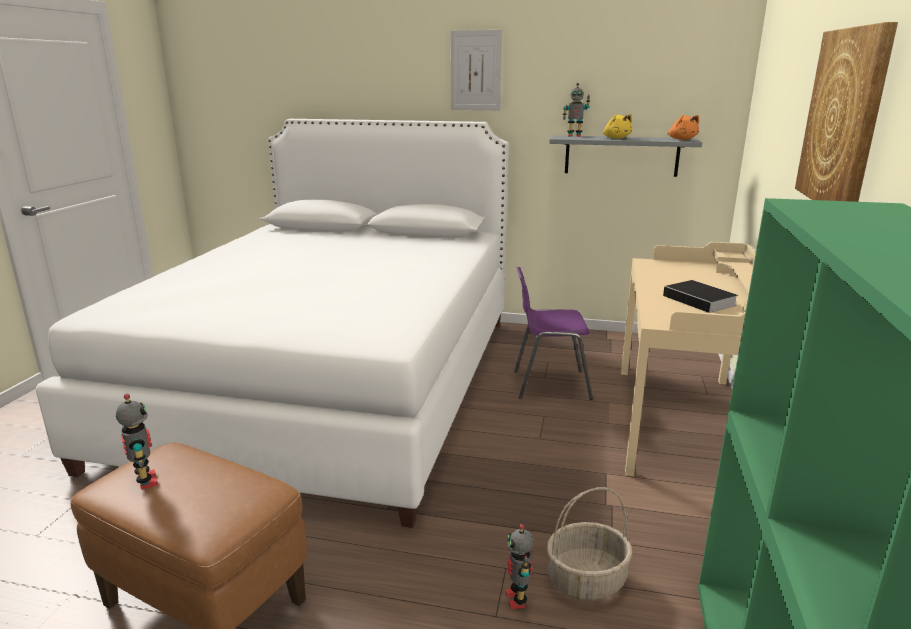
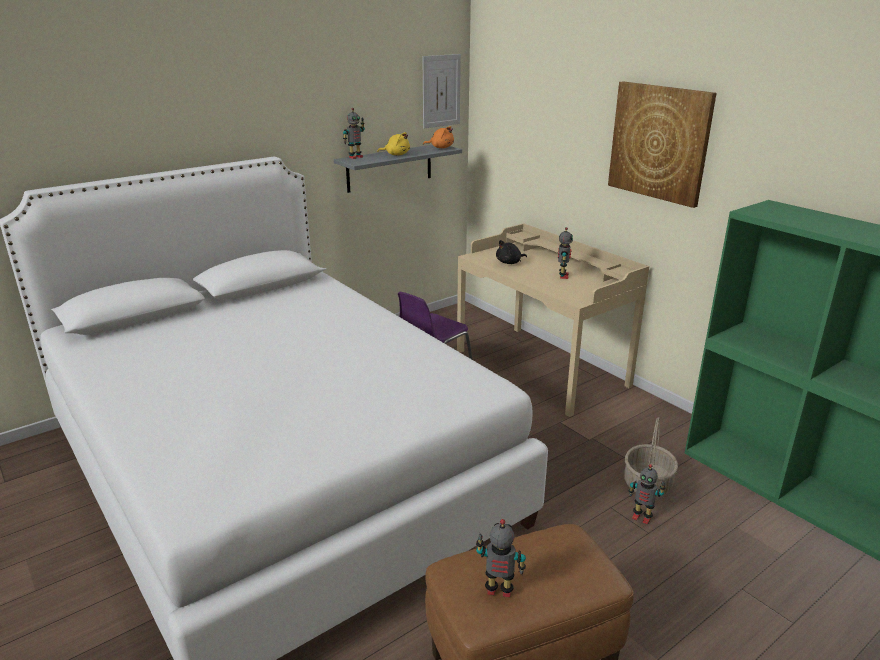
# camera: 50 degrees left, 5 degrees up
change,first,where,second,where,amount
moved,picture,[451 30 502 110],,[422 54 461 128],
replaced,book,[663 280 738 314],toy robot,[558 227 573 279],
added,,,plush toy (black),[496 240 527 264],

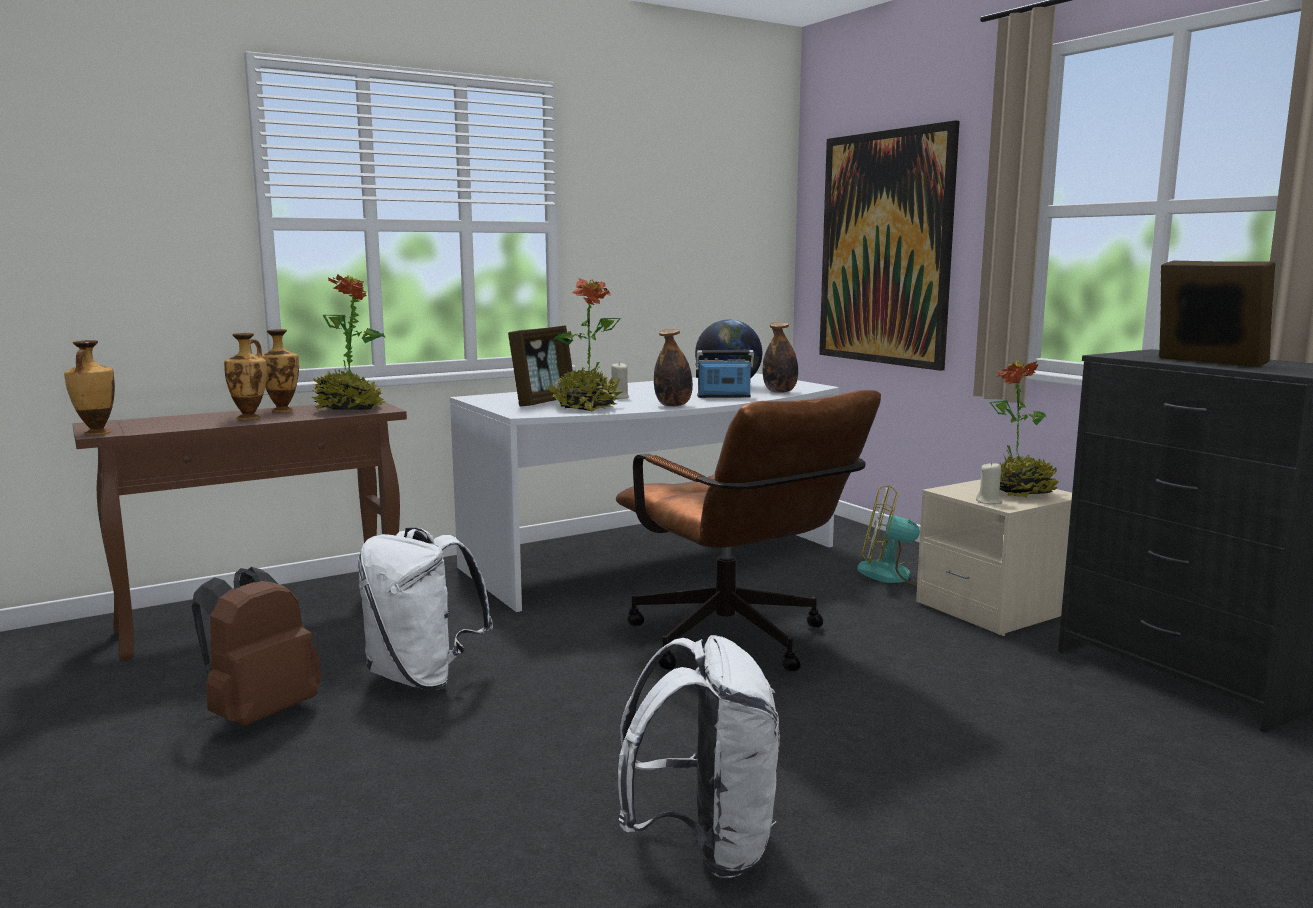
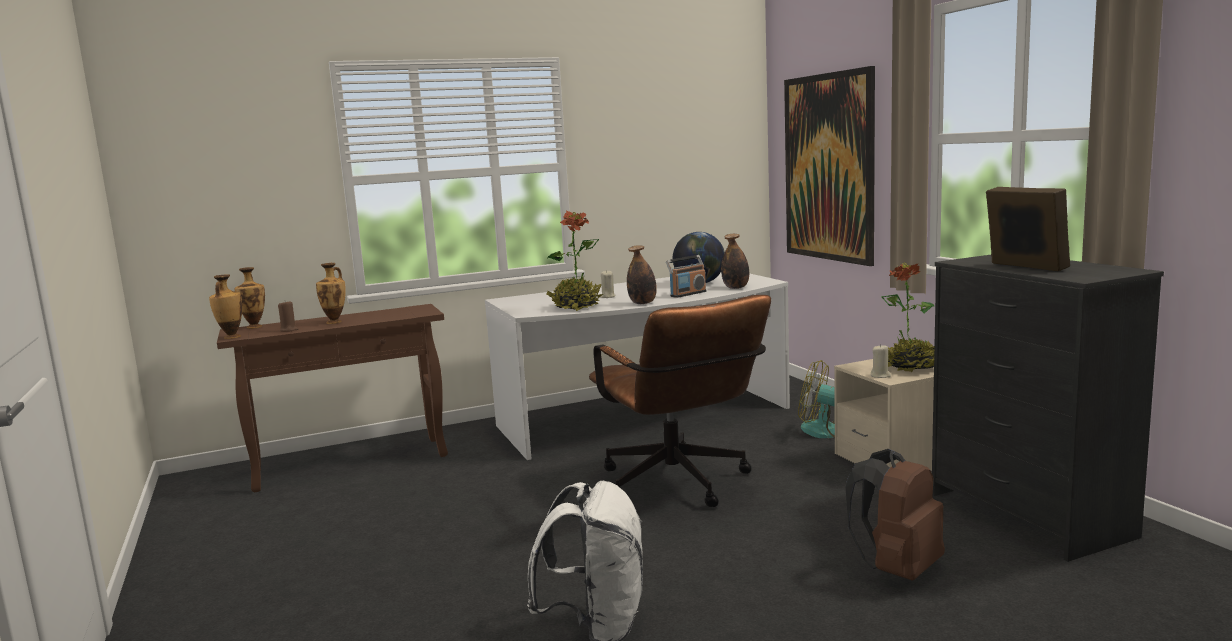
# camera: 10 degrees right, 0 degrees up
change,first,where,second,where,amount
moved,backpack (brown),[192 567 322 726],,[846 449 945 581],
moved,vase,[262 329 299 412],,[235 267 265 329],
removed,potted plant,[311 275 385 410],,,
removed,backpack (white),[358 527 493 690],,,
removed,picture frame,[508 325 572 406],,,
turned,radio,[696 350 754 398],,[666 255 707 298],135 degrees clockwise
added,,,candle (brown),[278 302 298 332],

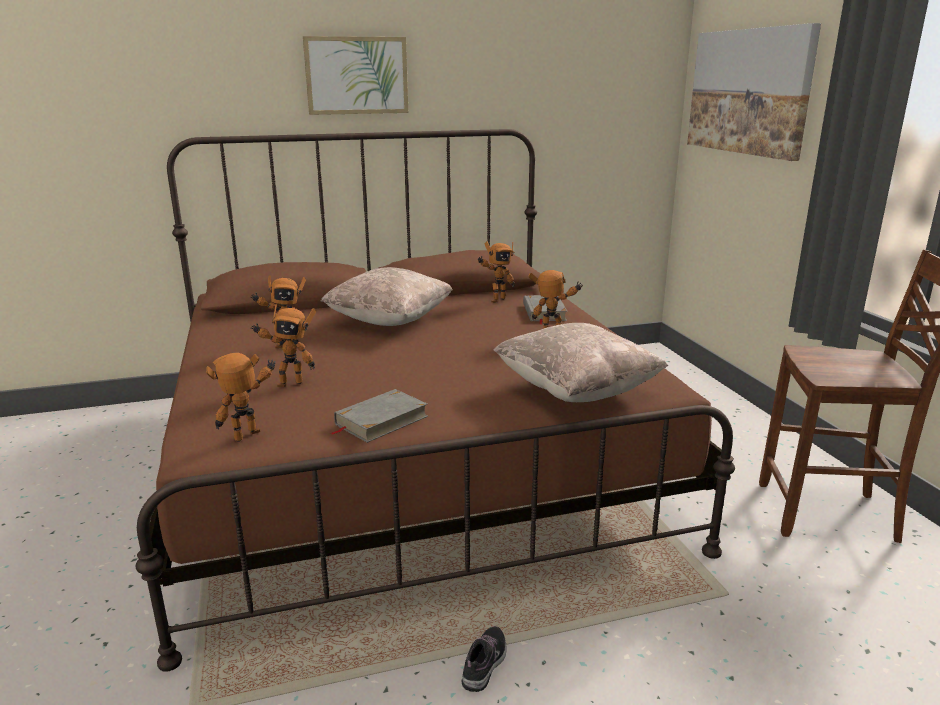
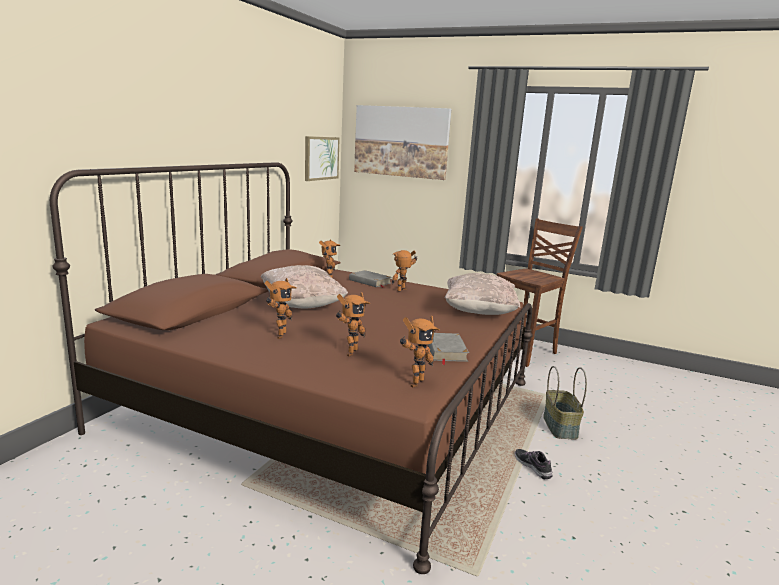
# camera: 50 degrees left, 5 degrees down
change,first,where,second,where,amount
turned,toy robot,[206 353 276 442],,[400 316 440 388],135 degrees counterclockwise
moved,picture,[303 36 408 115],,[305 136 340 181],
added,,,basket,[543 366 587 439],

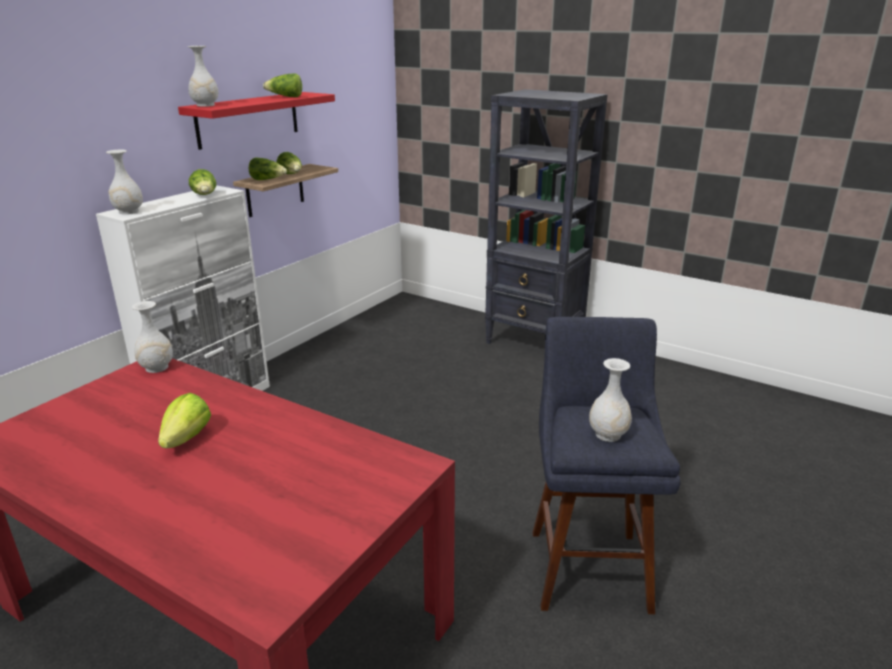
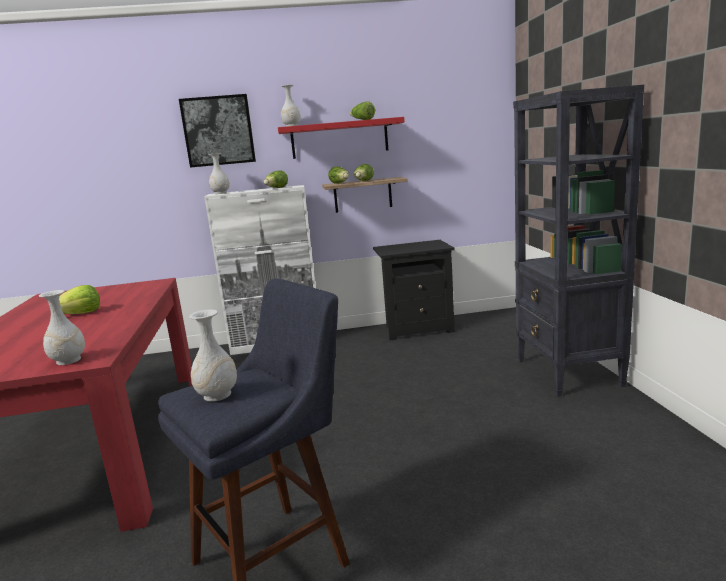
# camera: 50 degrees right, 10 degrees down
change,first,where,second,where,amount
moved,vase (white),[132 301 173 373],,[39 290 85 365],
added,,,picture,[179 94 256 167],
added,,,nightstand (black),[373 240 455 341],

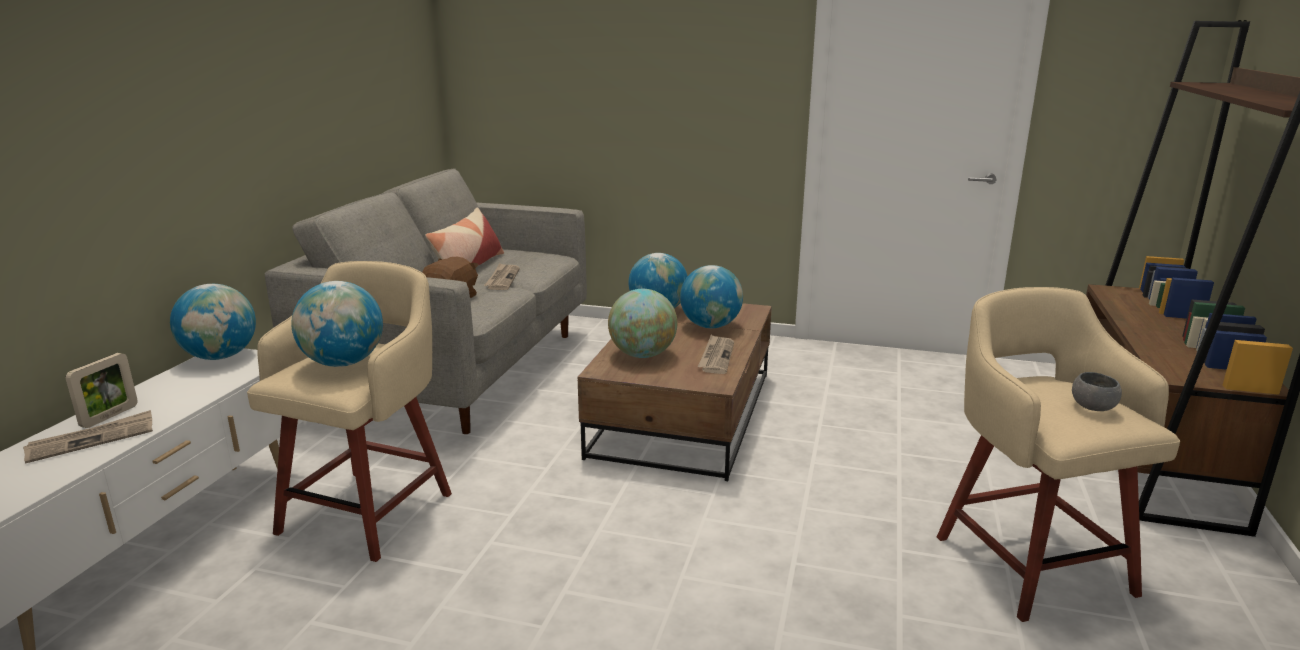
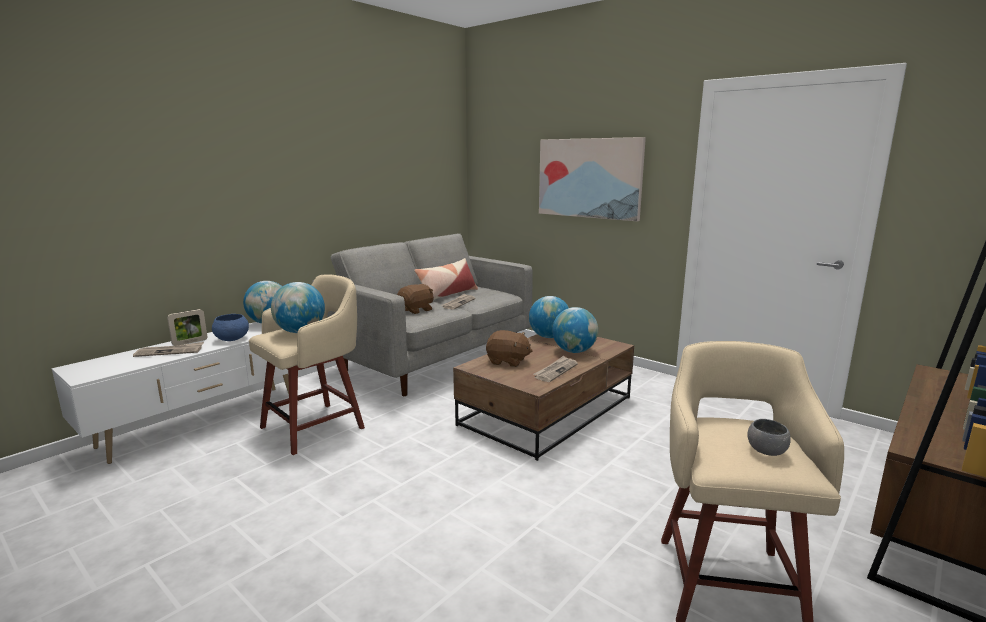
# camera: 25 degrees right, 5 degrees down
change,first,where,second,where,amount
replaced,globe,[608 289 677 358],plush toy (brown),[486 330 533 367],
added,,,bowl (blue),[212 314 249 341],
added,,,picture,[539 137 646 221],

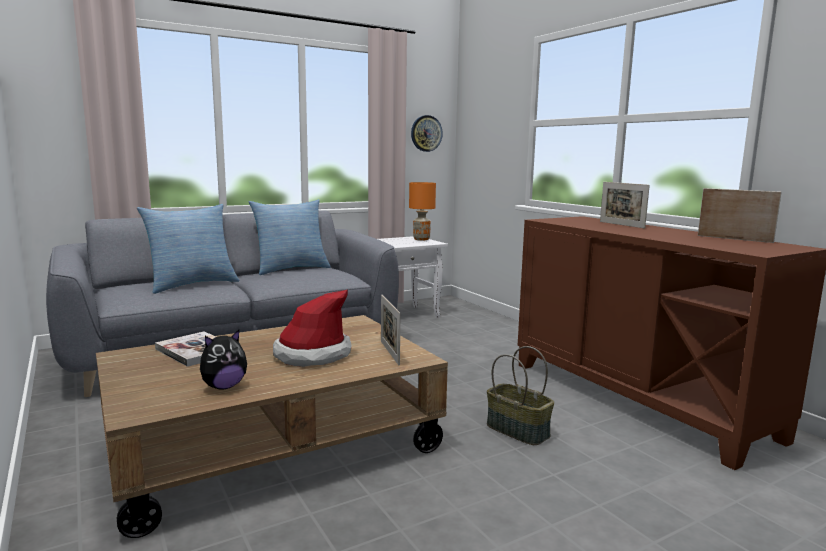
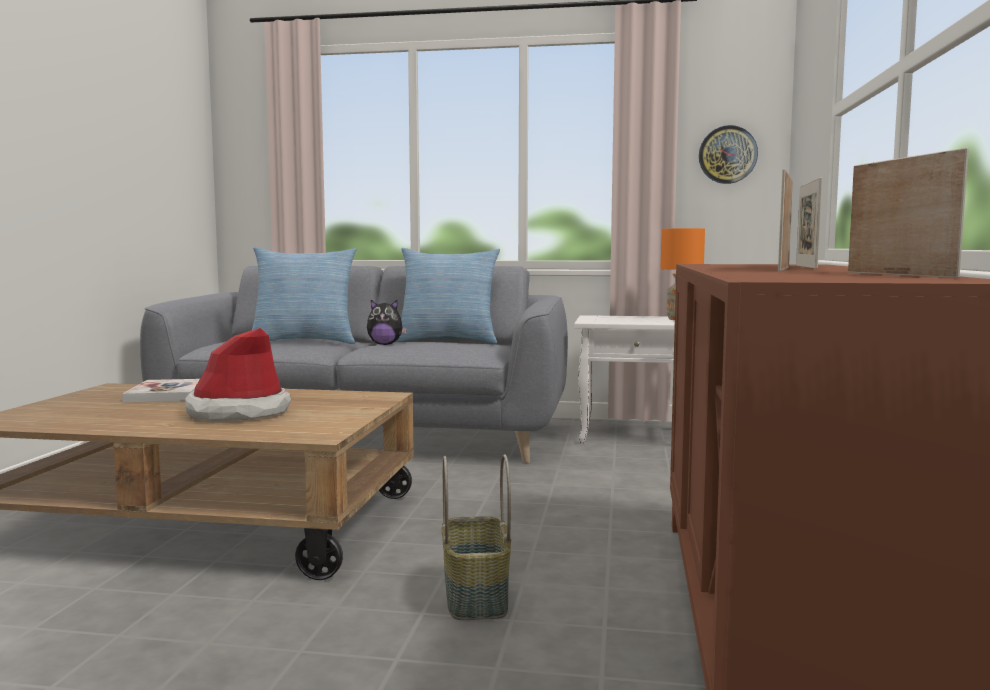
# camera: 40 degrees right, 5 degrees down
change,first,where,second,where,amount
moved,plush toy,[200 330 247 390],,[367 300 407 345],
moved,picture frame,[381 295 400 366],,[778 169 793 271],

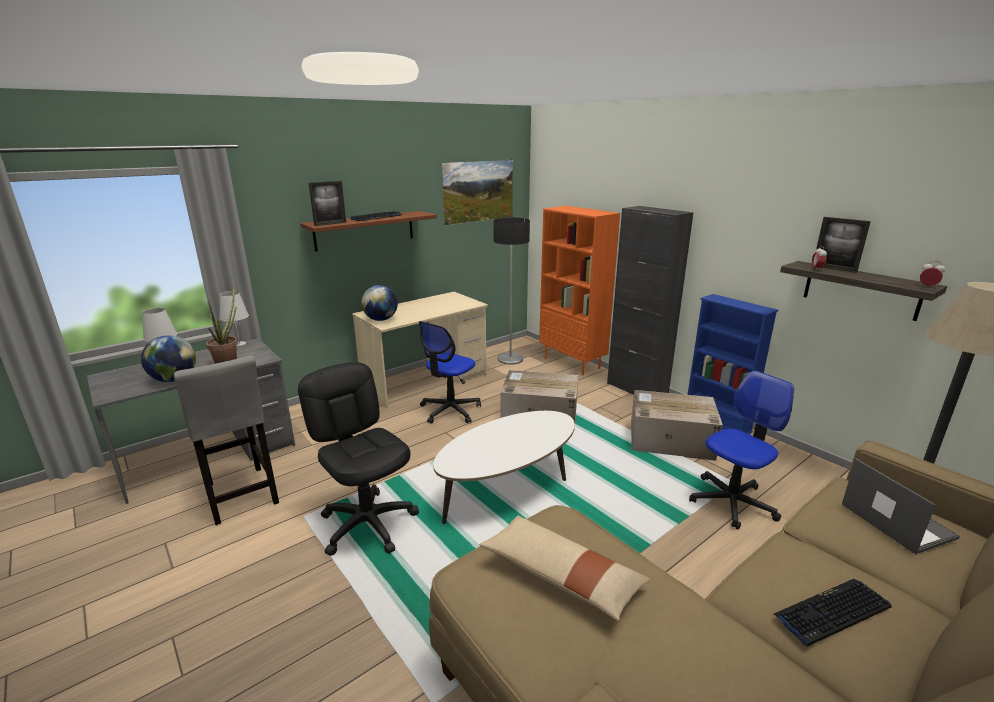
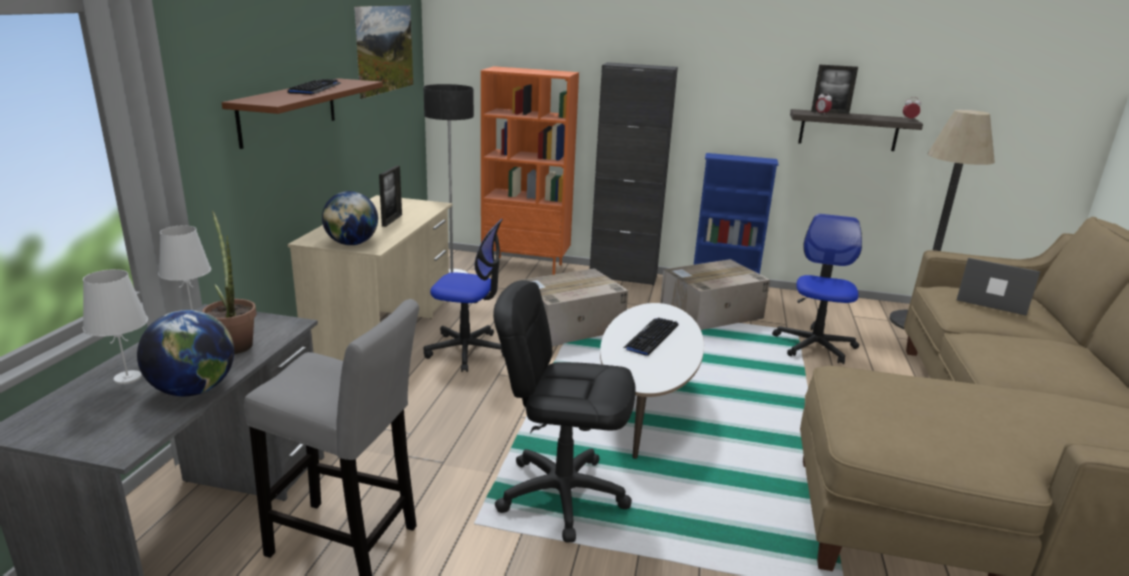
# camera: 40 degrees left, 0 degrees up
change,first,where,second,where,amount
moved,picture frame,[309 181 346 226],,[379 165 402 227],
turned,office chair,[419 321 481 424],,[423 219 504 372],75 degrees counterclockwise
removed,pillow (beige),[479 516 650 621],,,
moved,keyboard,[774 579 892 647],,[623 318 678 356],

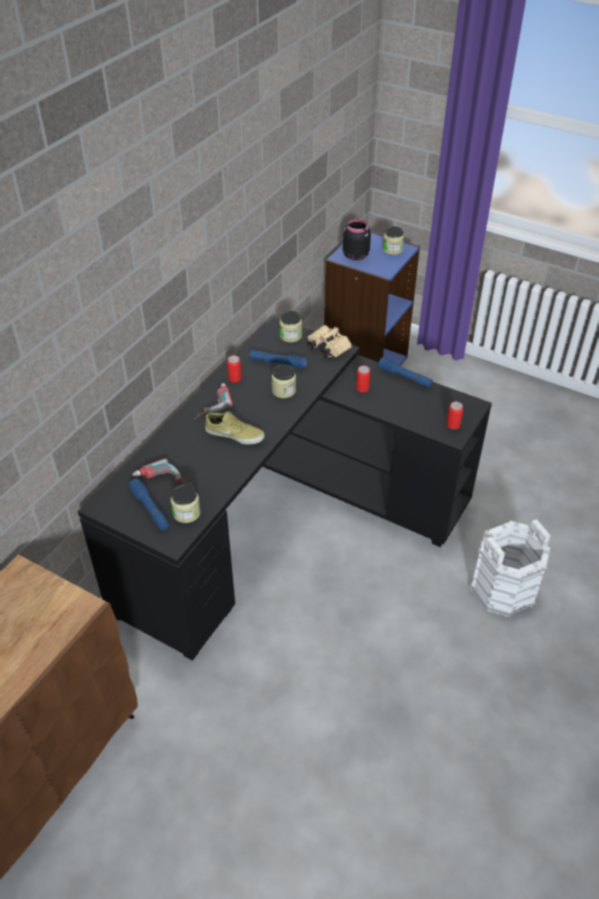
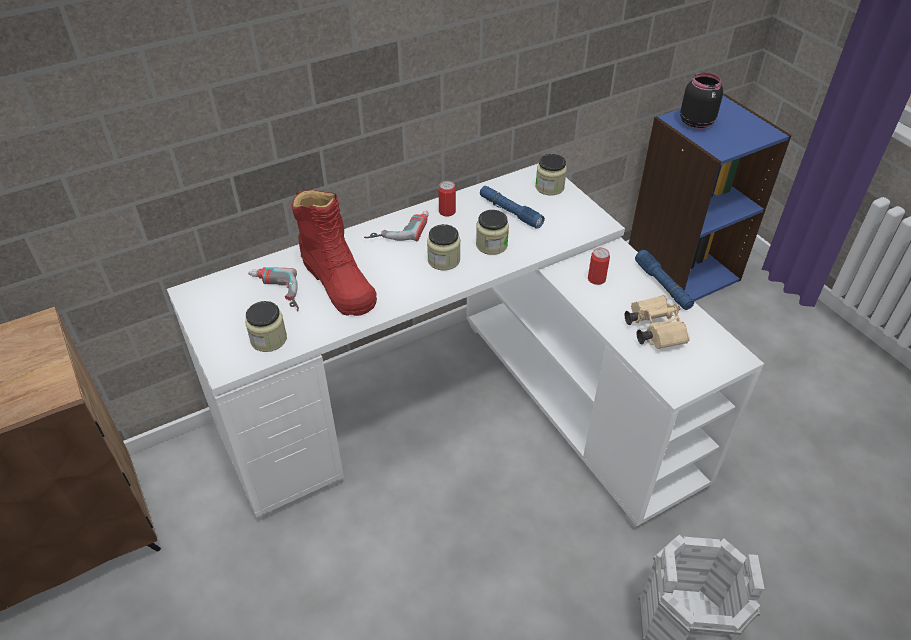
# camera: 30 degrees right, 0 degrees up
change,first,where,second,where,amount
recoloured,desk (black),[78 317 492 661],desk (white),[167 163 764 527],
removed,flashlight (blue),[129 478 169 530],,,
removed,shoe (beige),[205 411 265 445],,,
moved,binoculars (beige),[307 325 352 358],,[625 295 690 349],
moved,jar,[383 226 404 255],,[427 224 460 271],
removed,can,[446 402 463 429],,,
added,,,boot (red),[292 190 377 316],

